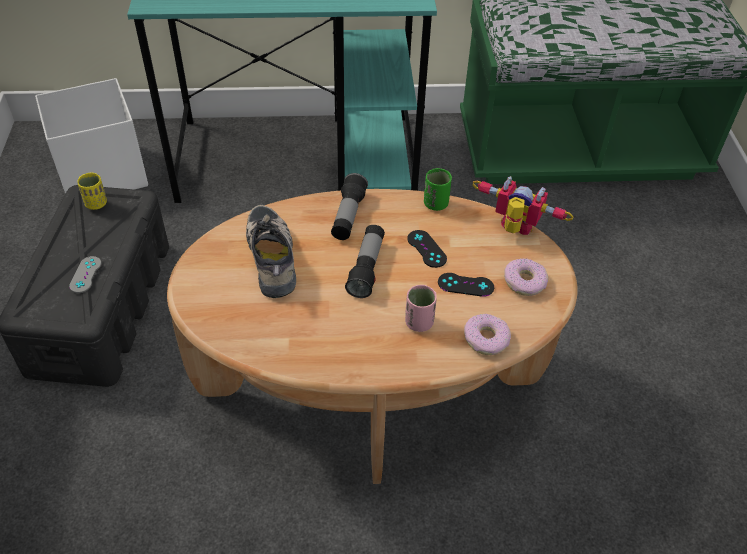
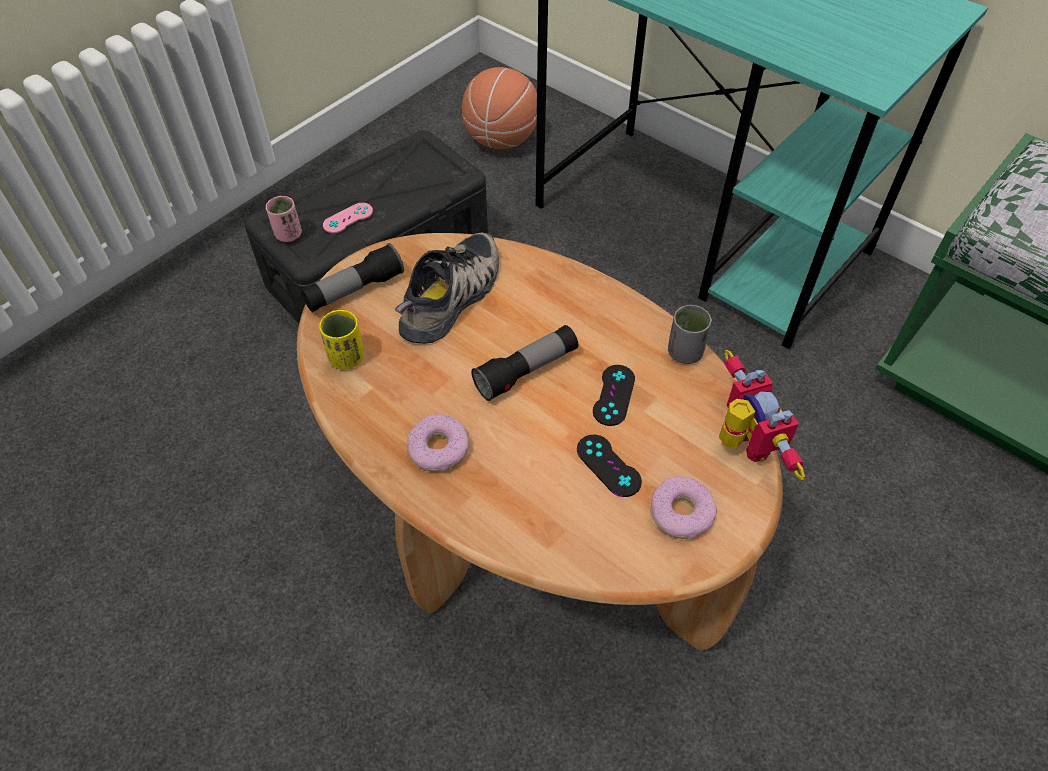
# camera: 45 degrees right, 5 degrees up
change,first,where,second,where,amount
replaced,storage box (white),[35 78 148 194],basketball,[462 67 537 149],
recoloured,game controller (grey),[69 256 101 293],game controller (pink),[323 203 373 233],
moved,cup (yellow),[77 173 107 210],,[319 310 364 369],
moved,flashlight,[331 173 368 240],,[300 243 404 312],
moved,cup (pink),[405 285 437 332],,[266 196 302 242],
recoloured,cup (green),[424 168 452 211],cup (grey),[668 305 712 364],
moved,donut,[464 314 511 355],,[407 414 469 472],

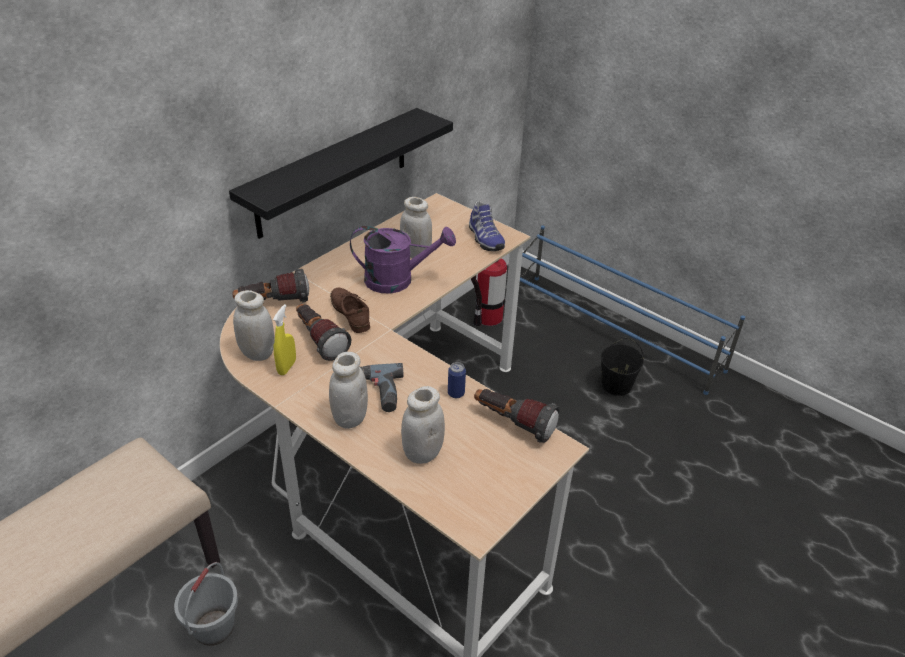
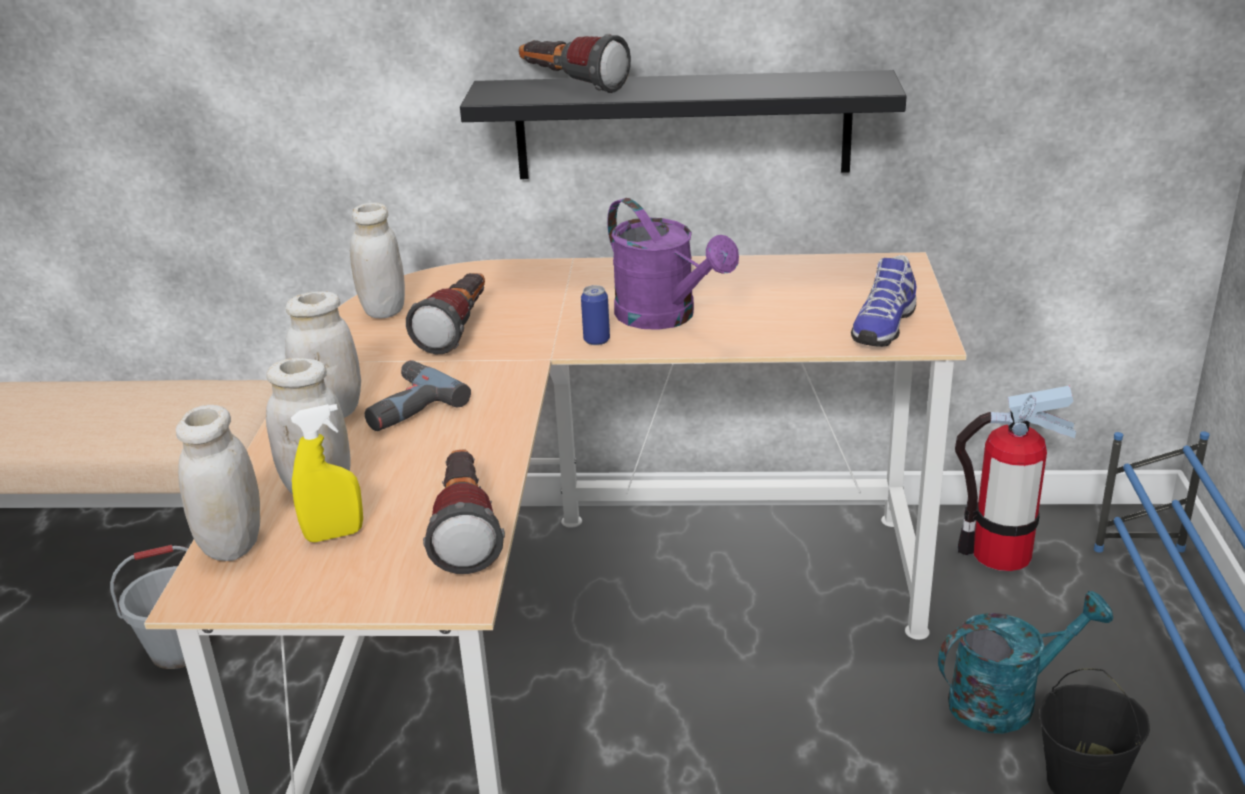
# camera: 55 degrees right, 10 degrees down
change,first,where,second,where,amount
moved,flashlight,[232 269 309 302],,[519 34 631 93],
moved,spray bottle (yellow),[273 304 296 375],,[291 404 363 542],
removed,shoe (brown),[330 288 370 333],,,
moved,jar (white),[400 197 432 258],,[176 405 260 561],
moved,can,[448 362 466 398],,[581 285 610 345],
added,,,watering can (turquoise),[938 591 1113 734],

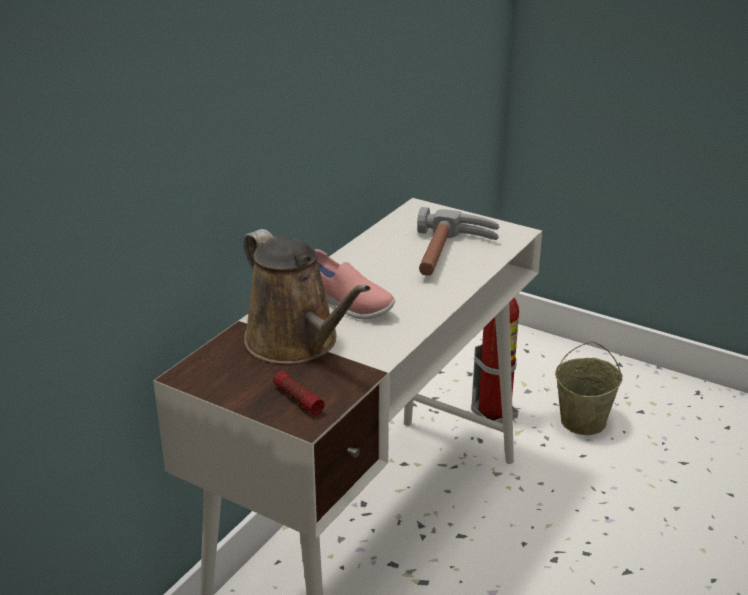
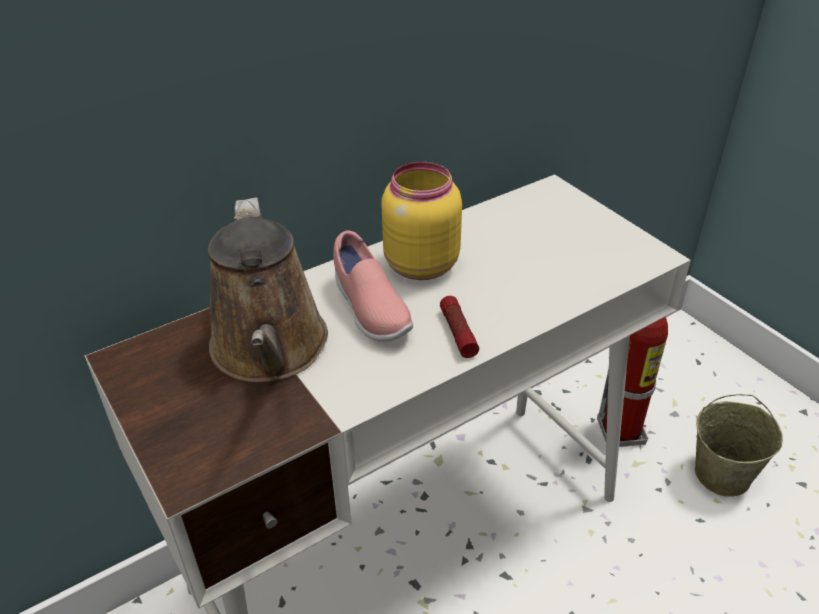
# camera: 25 degrees right, 10 degrees up
change,first,where,second,where,amount
moved,flashlight,[273 371 325 415],,[440 296 479 358],
removed,hammer,[417 207 499 276],,,
added,,,jar (yellow),[381 162 462 280],

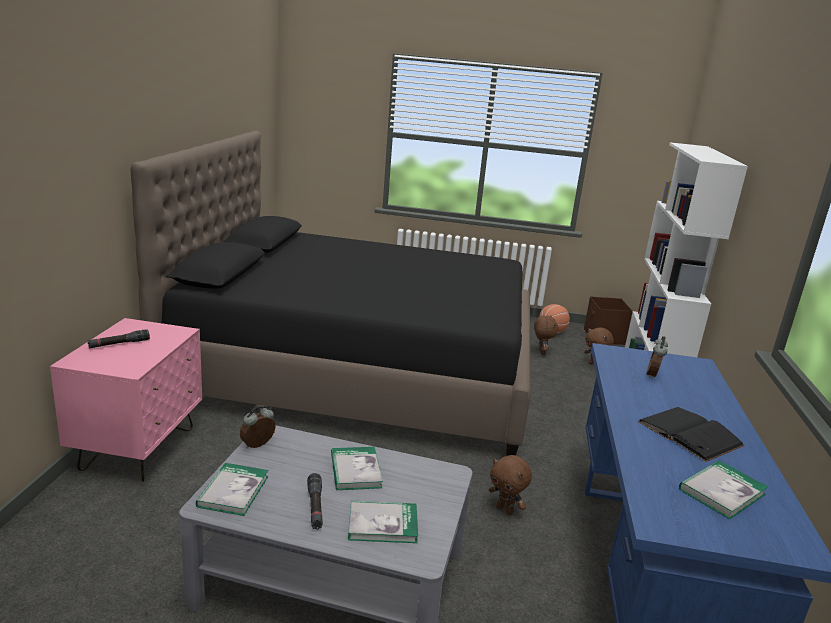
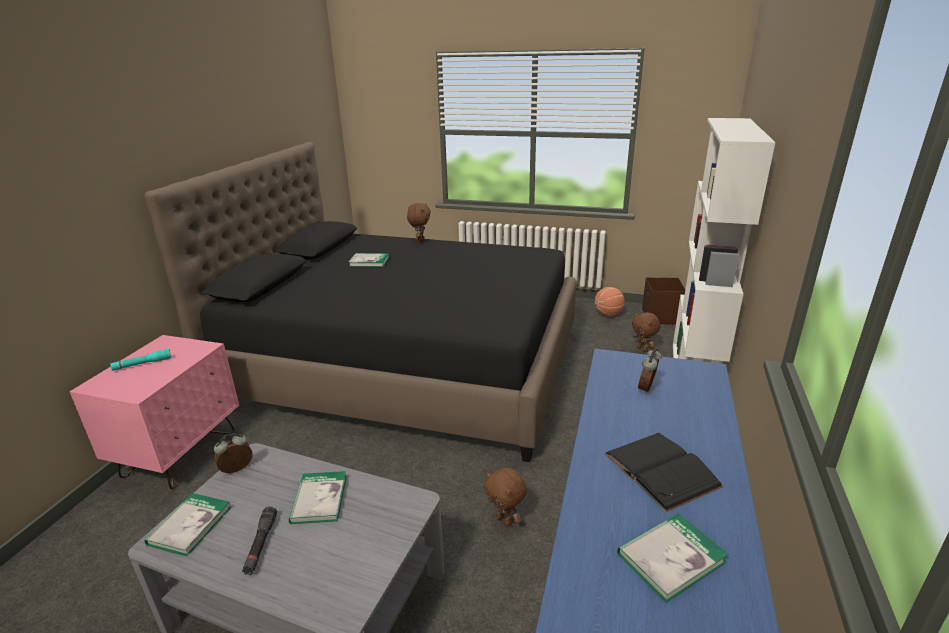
# camera: 10 degrees right, 5 degrees up
change,first,where,second,where,amount
recoloured,flashlight (black),[88 329 150 348],flashlight (turquoise),[110 349 171 371],
moved,book,[348 501 418 543],,[349 253 390 267],
moved,plush toy (brown),[534 315 558 355],,[407 203 431 243],

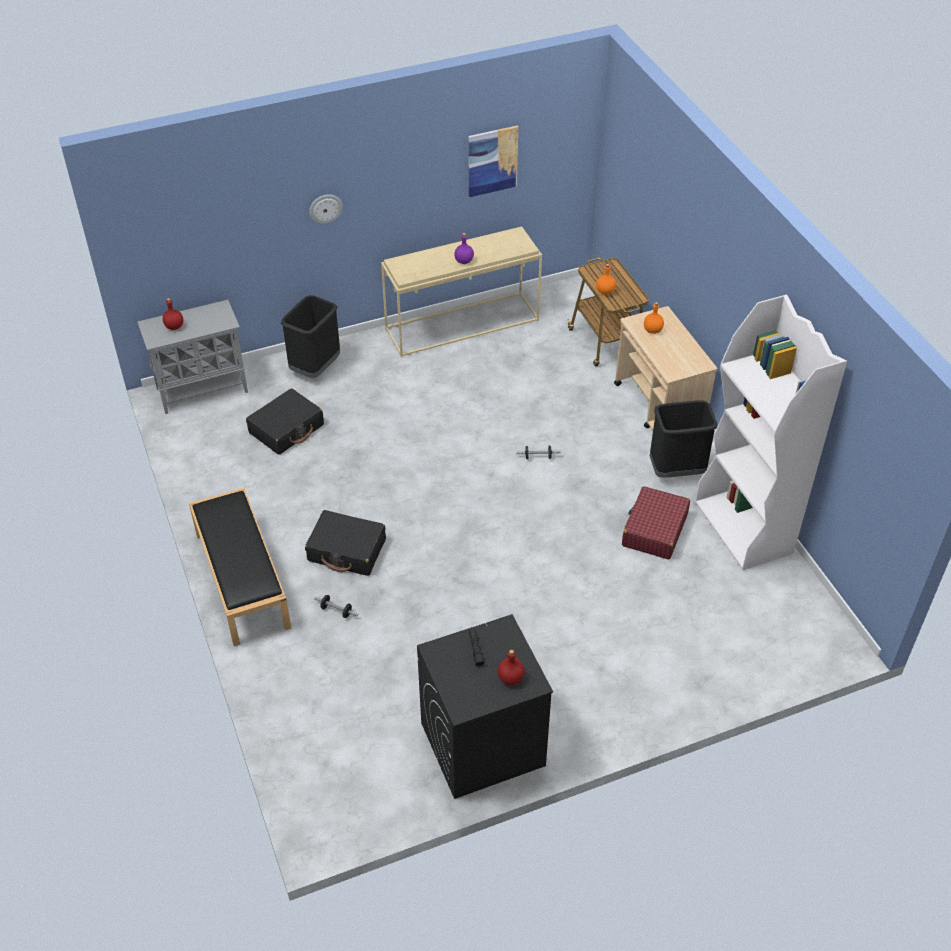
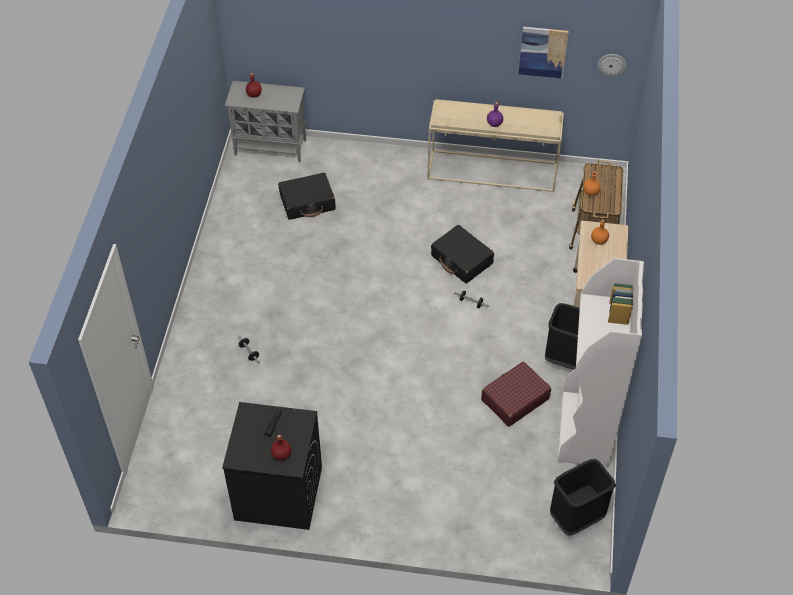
# camera: 30 degrees right, 5 degrees up
change,first,where,second,where,amount
removed,bench (black),[189 488 291 646],,,
moved,trash can (black),[281 295 340 378],,[550 459 616 536],
moved,suitcase (black),[305 510 386 576],,[431 225 494 284],
moved,wall clock,[309 194 343 224],,[597 54 627 76],

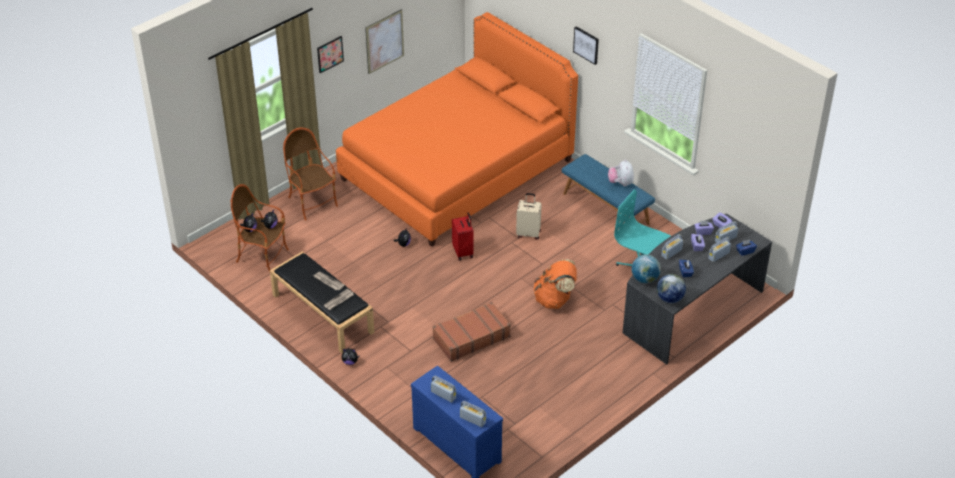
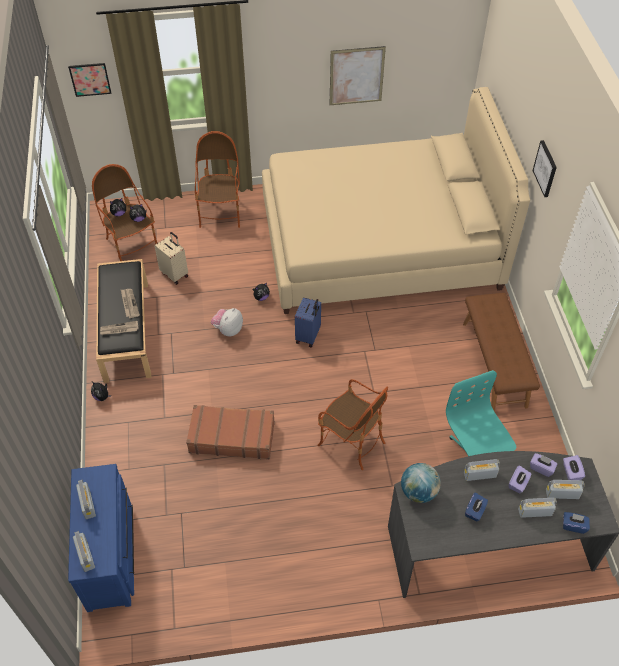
# camera: 35 degrees right, 10 degrees up
change,first,where,second,where,amount
moved,picture,[317 36 344 73],,[68 63 111 97],
recoloured,bed (orange),[336 12 578 247],bed (beige),[262 87 530 314],
recoloured,suitcase (red),[452 212 474 261],suitcase (blue),[295 297 321 347],
moved,suitcase (beige),[516 193 542 240],,[154 232 188 285],
replaced,backpack (orange),[534 259 577 309],armchair,[317 379 388 470],
recoloured,bench (blue),[562 154 655 225],bench (brown),[463 293 540 412],
moved,plush toy,[608 159 634 186],,[211 308 243 337],
removed,globe,[657 274 686 303],,,

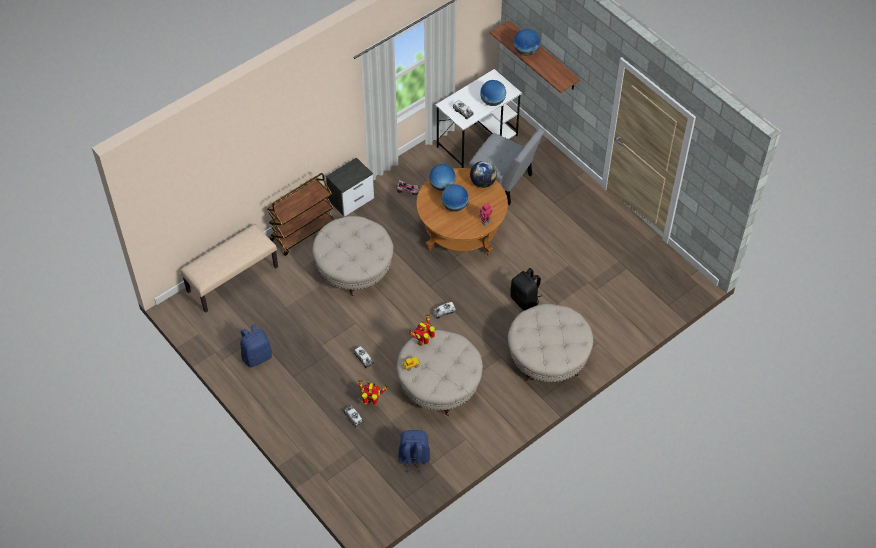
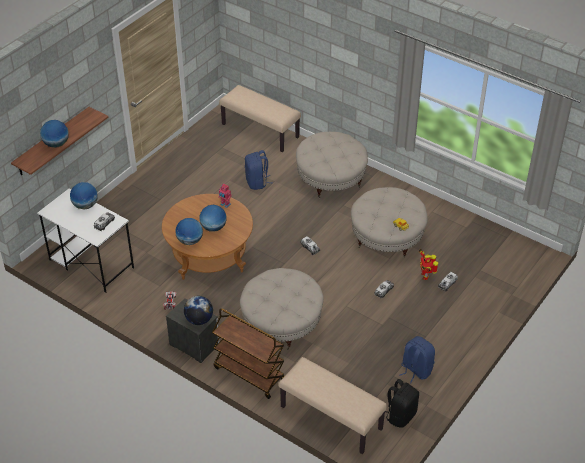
# camera: 105 degrees left, 10 degrees down
change,first,where,second,where,amount
moved,backpack (blue),[398 430 430 474],,[245 150 271 190],
removed,toy robot,[409 314 435 346],,,
removed,chair (grey),[469 128 544 205],,,
moved,globe,[470 161 497 188],,[184 296 213 325],
moved,backpack (black),[510 268 542 311],,[385 379 419 428],
added,,,bench (beige),[219 85 301 152],

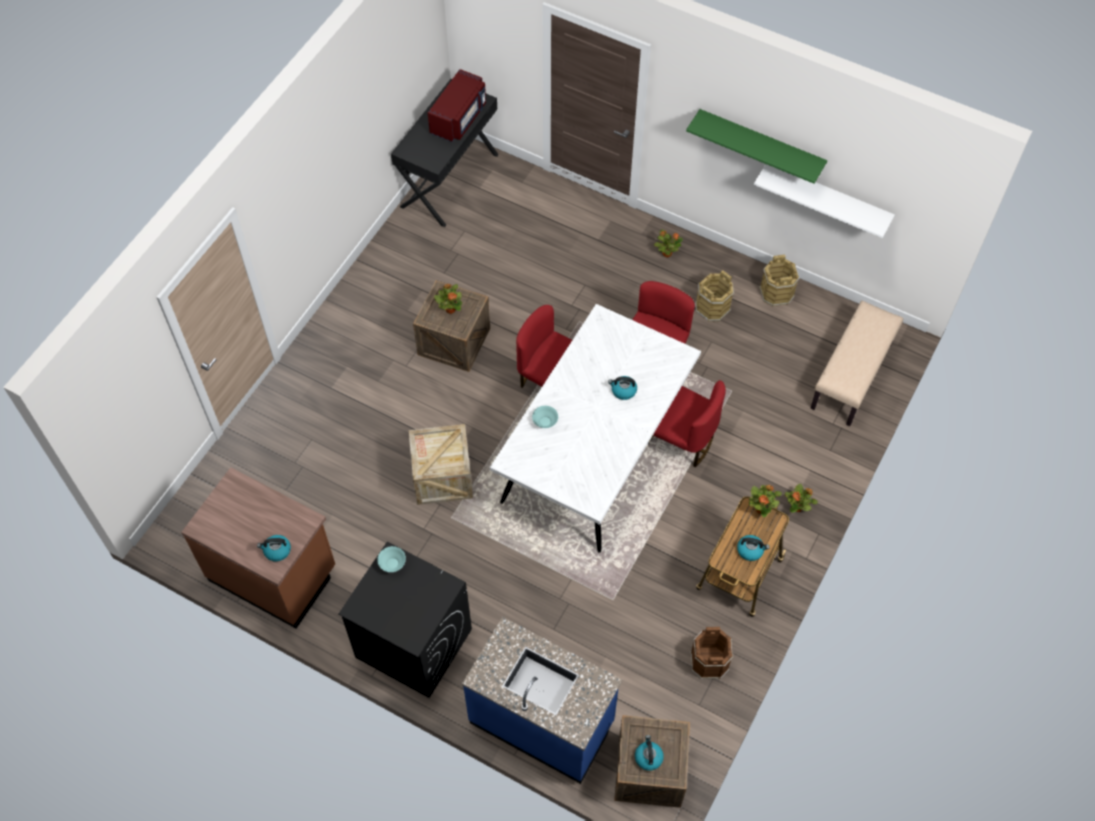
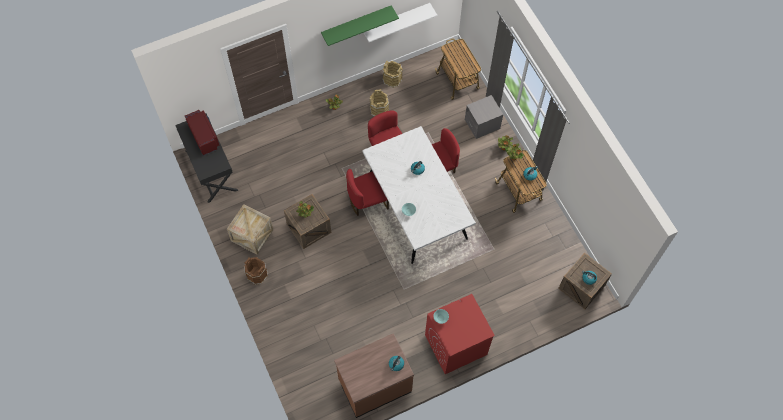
# camera: 55 degrees left, 5 degrees up
change,first,where,second,where,amount
recoloured,washing machine (black),[338 541 472 698],washing machine (red),[425 294 495 374],
moved,crate,[409 424 473 505],,[227 204 273 255],
removed,counter (blue),[462 617 623 784],,,
moved,bucket (brown),[690 627 733 679],,[244 257 268 285],
replaced,bench (beige),[810 301 903 426],cart,[435 39 481 100],
added,,,nightstand (grey),[465 95 503 139],

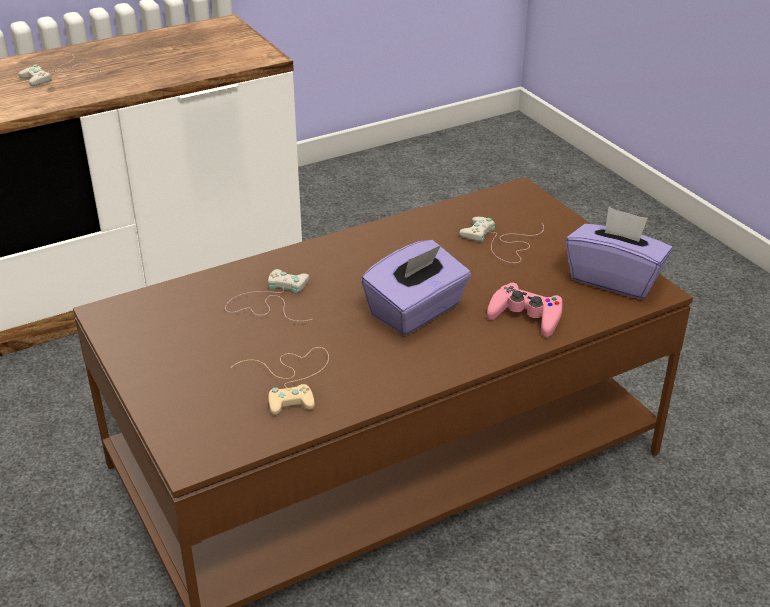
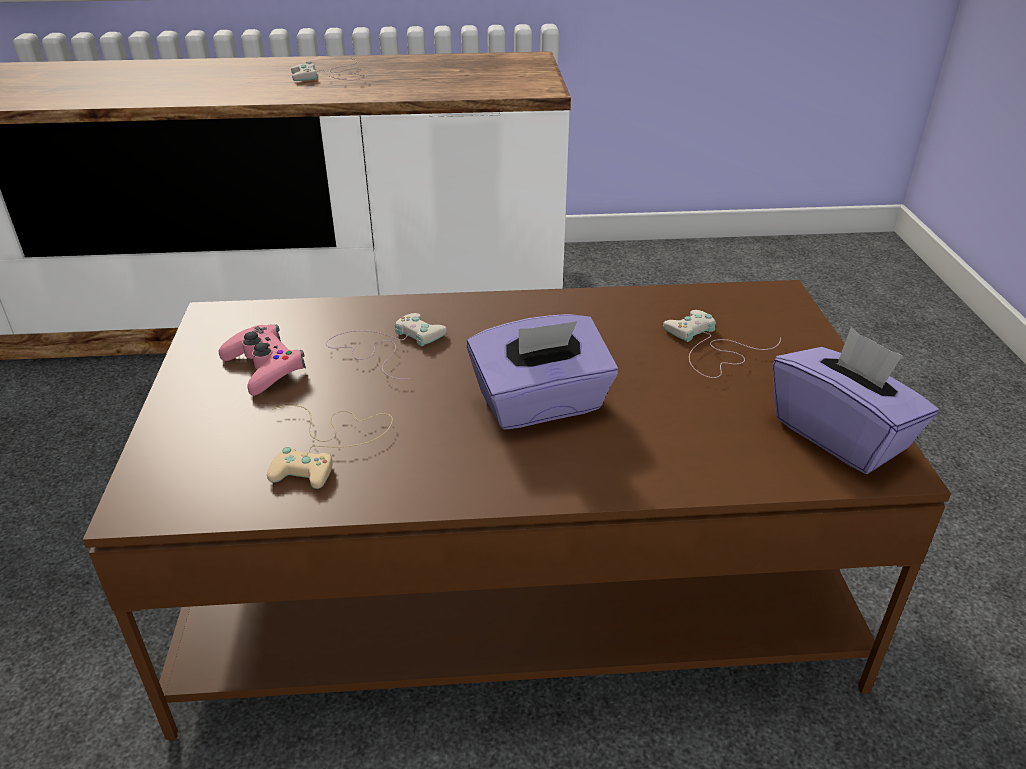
# camera: 25 degrees right, 0 degrees up
change,first,where,second,where,amount
moved,game controller (pink),[487 282 563 338],,[219 324 306 396],

